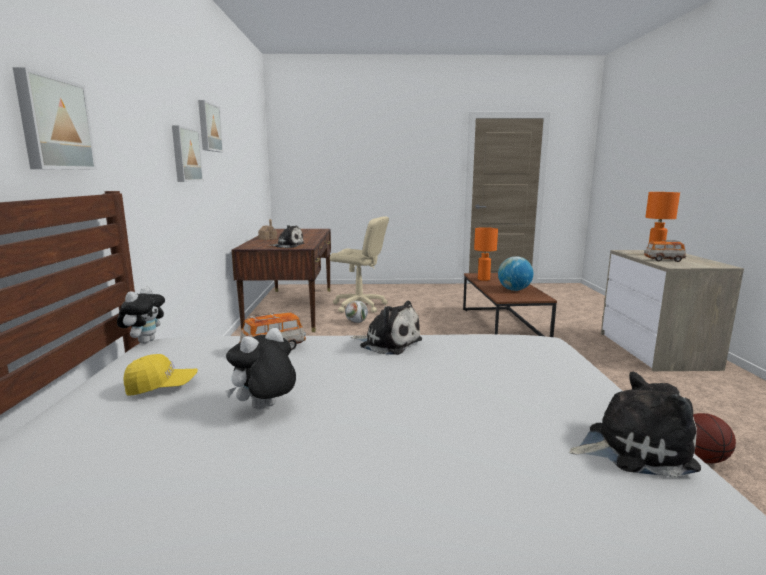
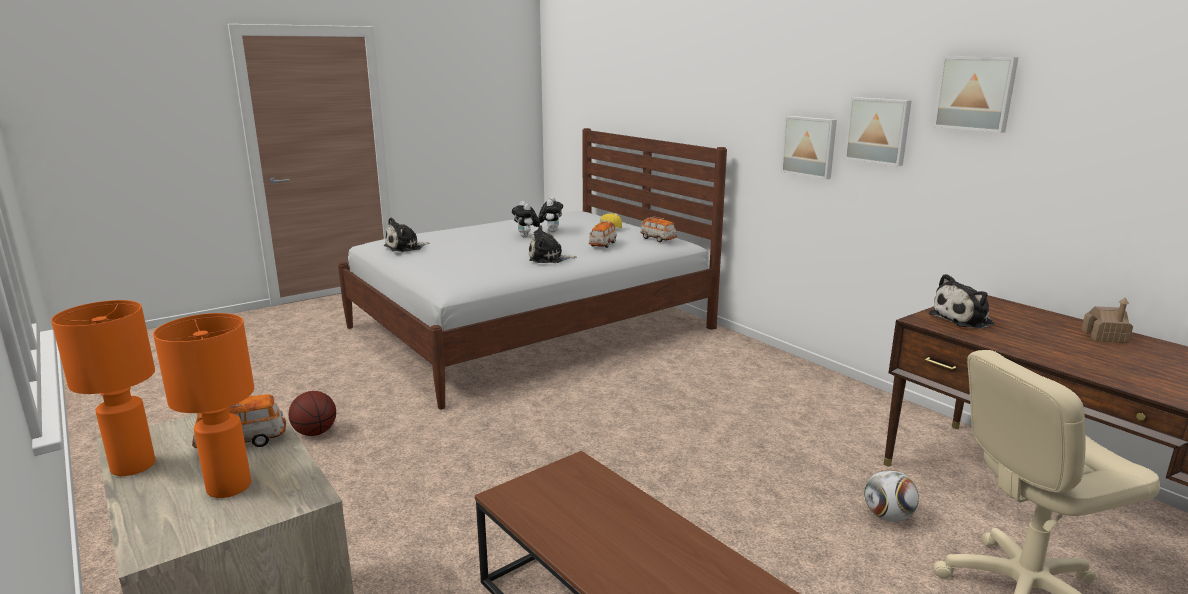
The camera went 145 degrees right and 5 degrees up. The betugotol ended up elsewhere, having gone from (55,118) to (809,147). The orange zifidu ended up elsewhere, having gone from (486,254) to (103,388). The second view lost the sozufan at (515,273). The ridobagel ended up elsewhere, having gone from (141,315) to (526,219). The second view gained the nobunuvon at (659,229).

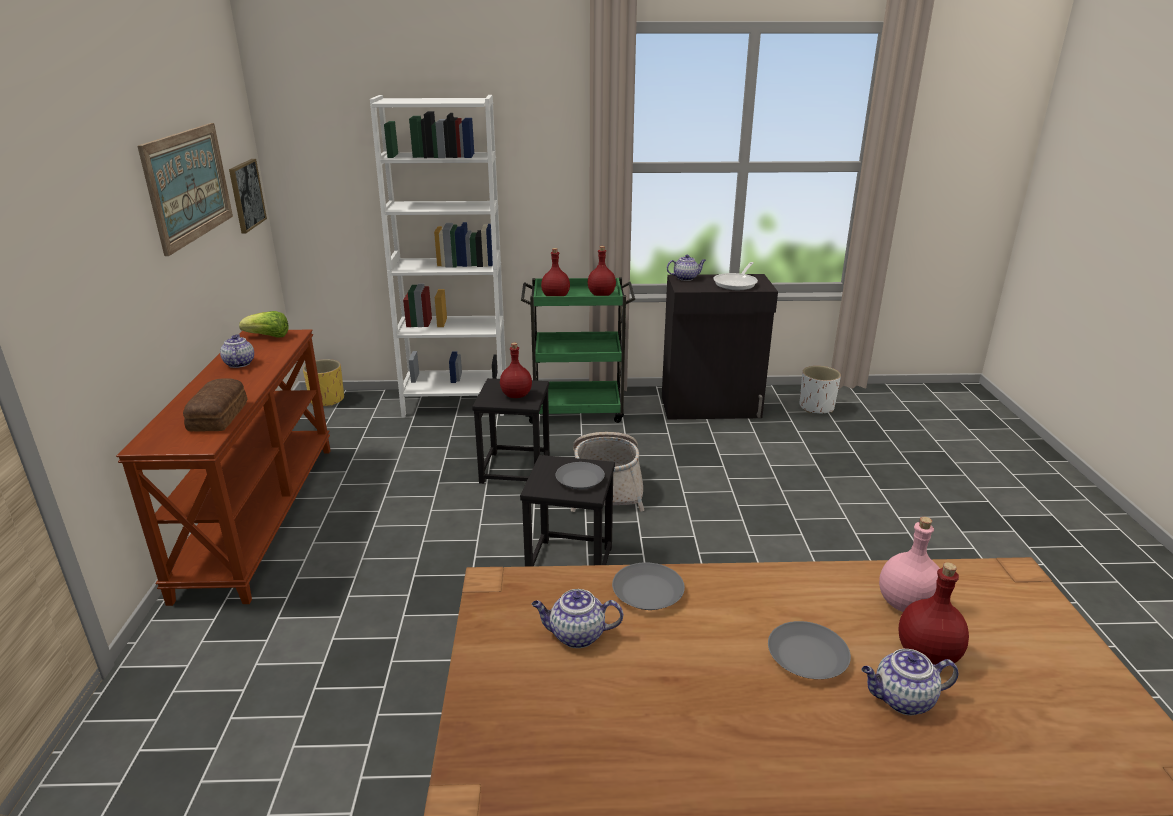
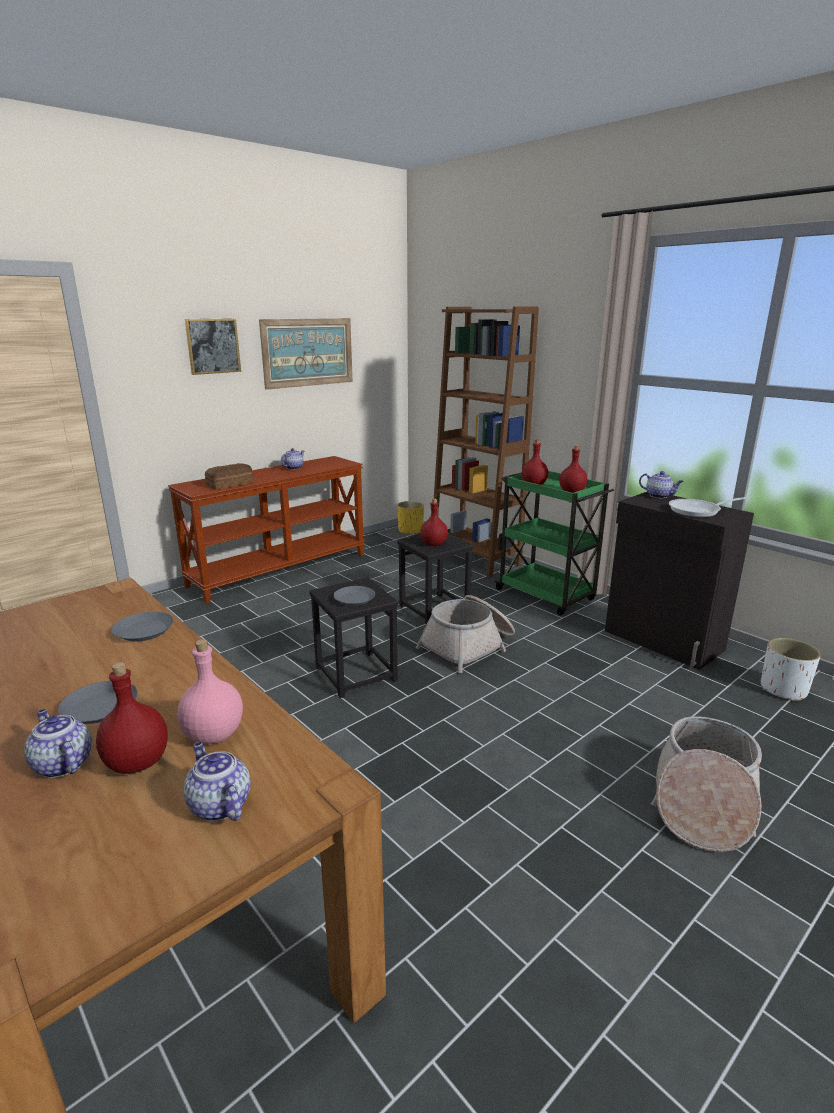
The camera went 50 degrees right and 5 degrees down. What was the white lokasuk at (438,256) turned into the brown lokasuk at (486,442). The betugotol ended up elsewhere, having gone from (248,196) to (213,346). The second view lost the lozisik at (264,324). The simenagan ended up elsewhere, having gone from (577,618) to (217,781). The second view gained the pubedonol at (706,784).

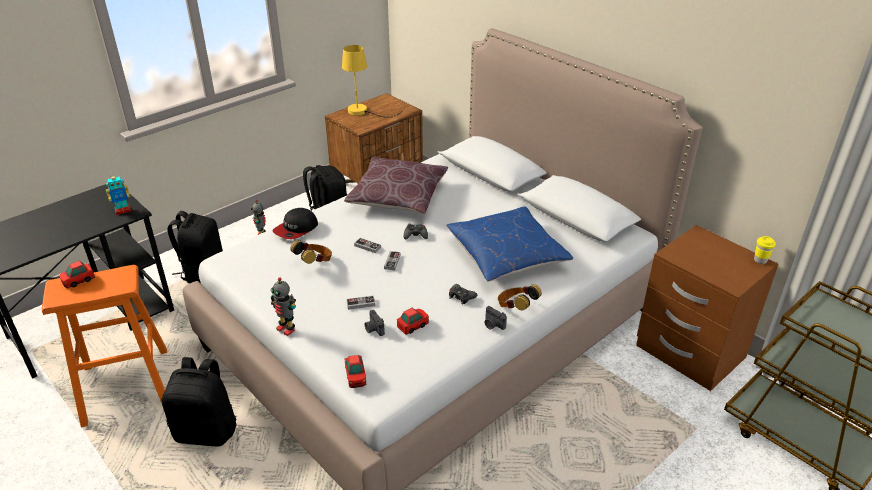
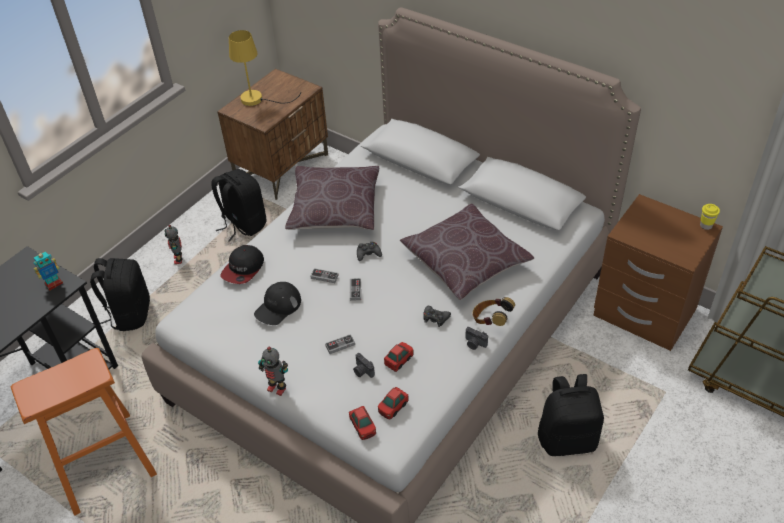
The camera went 10 degrees left and 10 degrees up. What was the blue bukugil at (509,244) turned into the brown bukugil at (467,252). Where the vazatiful stood at (311,252), the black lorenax came to stand at (277,303). The nobunuvon ended up elsewhere, having gone from (77,274) to (393,403). The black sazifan ended up elsewhere, having gone from (199,401) to (571,415).

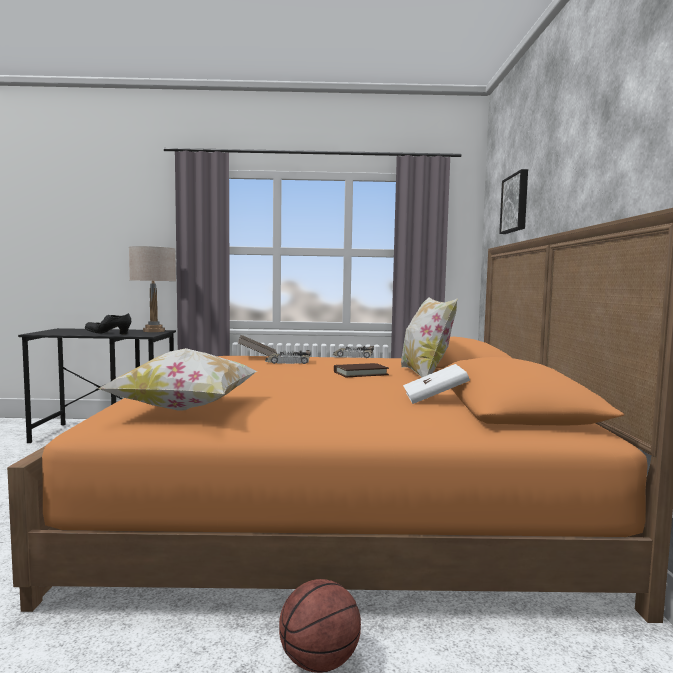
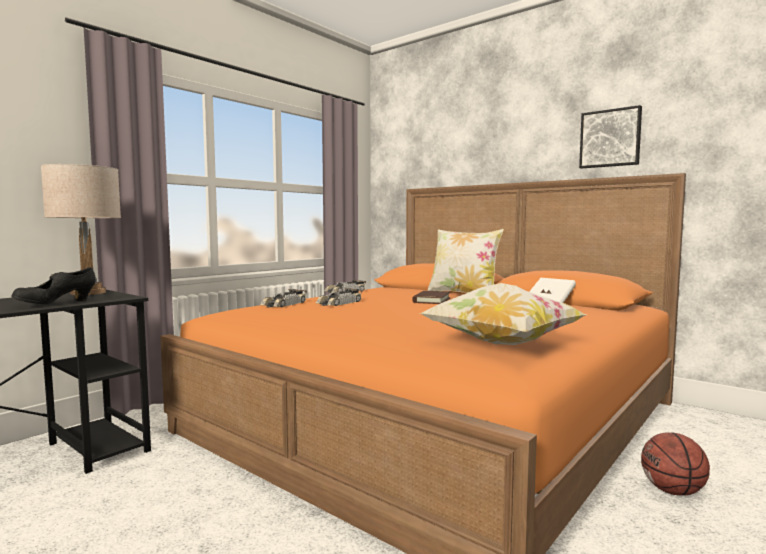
The camera went 50 degrees left and 0 degrees up. The betugotol ended up elsewhere, having gone from (513,201) to (610,137). Where the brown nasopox stood at (257,346), the nobunuvon came to stand at (284,298).

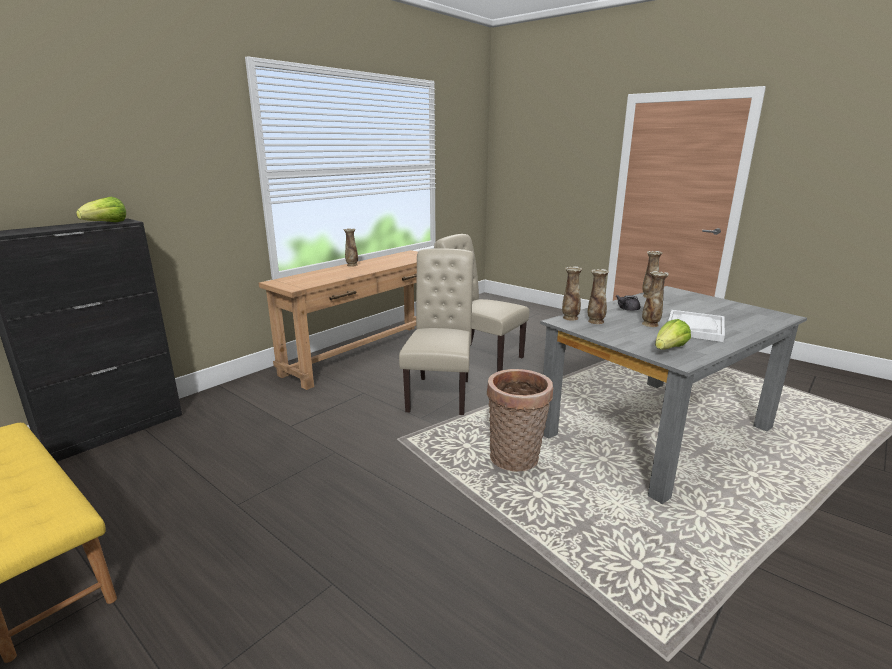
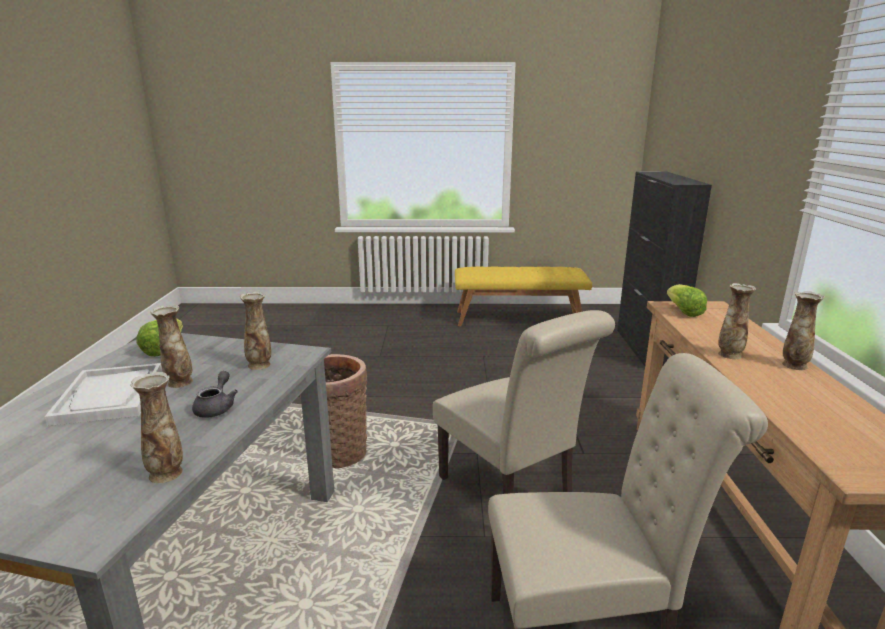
The camera went 140 degrees right and 0 degrees up. The lozisik ended up elsewhere, having gone from (101,209) to (687,300). The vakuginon ended up elsewhere, having gone from (572,293) to (737,321).

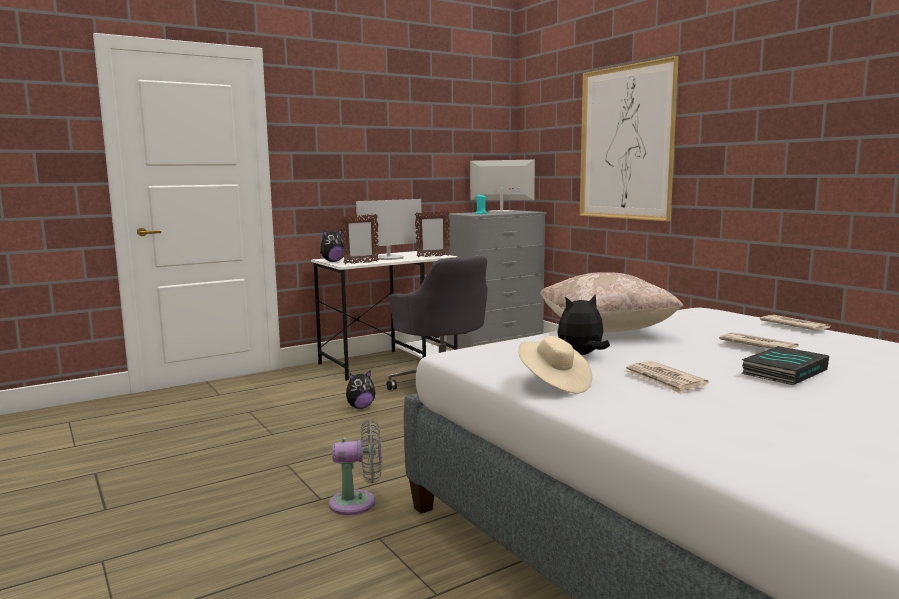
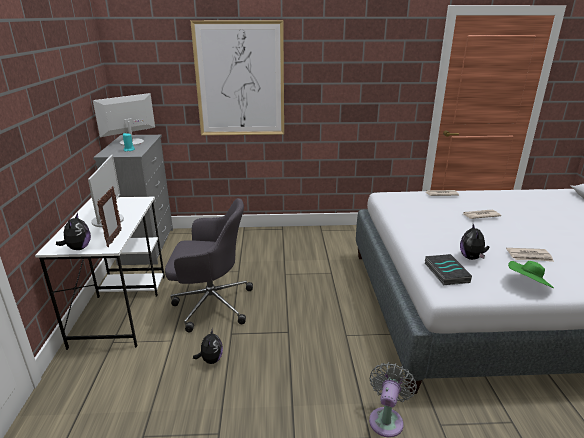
The camera went 60 degrees left and 15 degrees up. The second view lost the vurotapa at (432,234). The second view lost the beige bukugil at (612,302). What was the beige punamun at (555,364) turned into the green punamun at (531,274). The nasopox ended up elsewhere, having gone from (785,365) to (448,269).

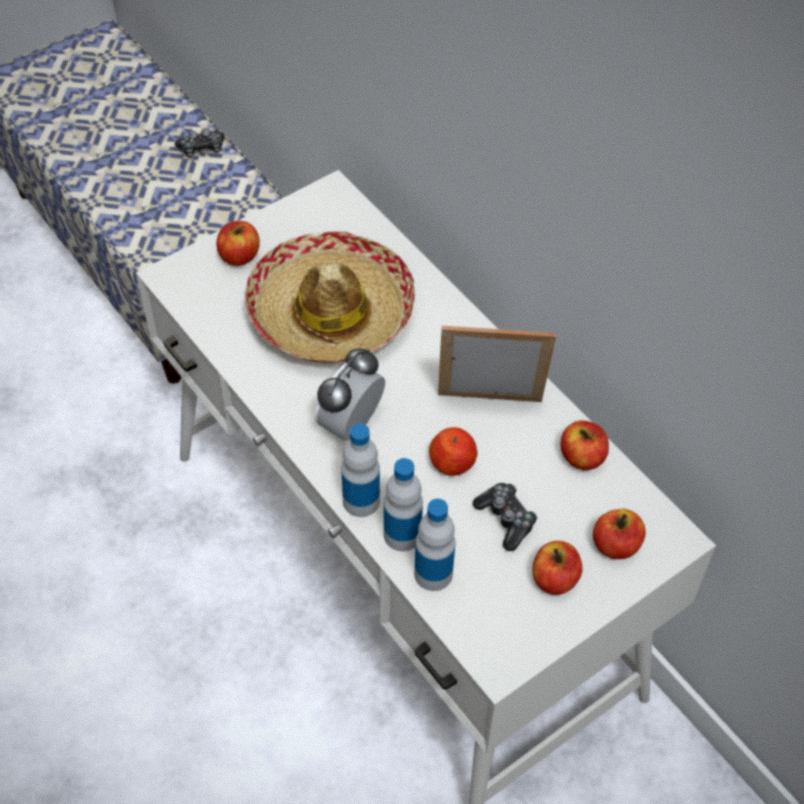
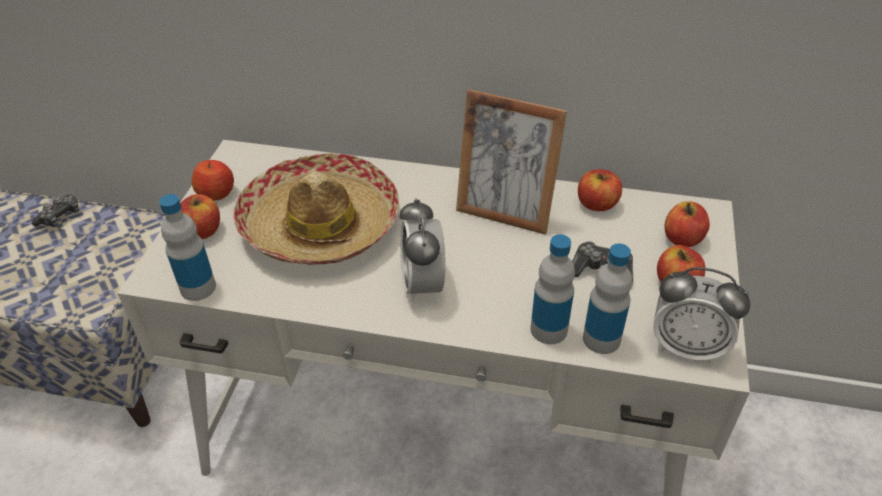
The camera went 40 degrees left and 10 degrees down. The vurotapa at (497,364) ended up facing another way, 120 degrees counterclockwise from before. The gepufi ended up elsewhere, having gone from (360,470) to (187,247). The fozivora ended up elsewhere, having gone from (453,451) to (212,180). The second view gained the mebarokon at (701,315).

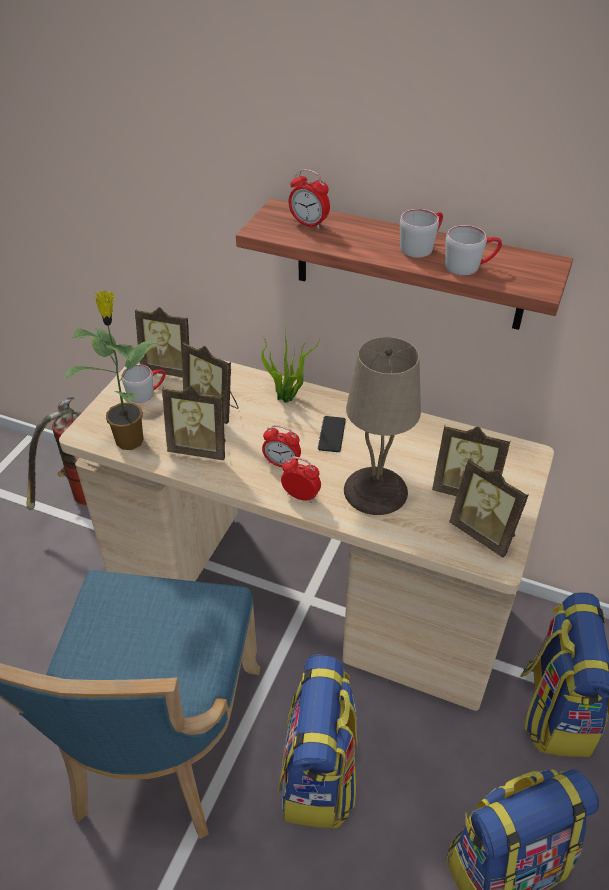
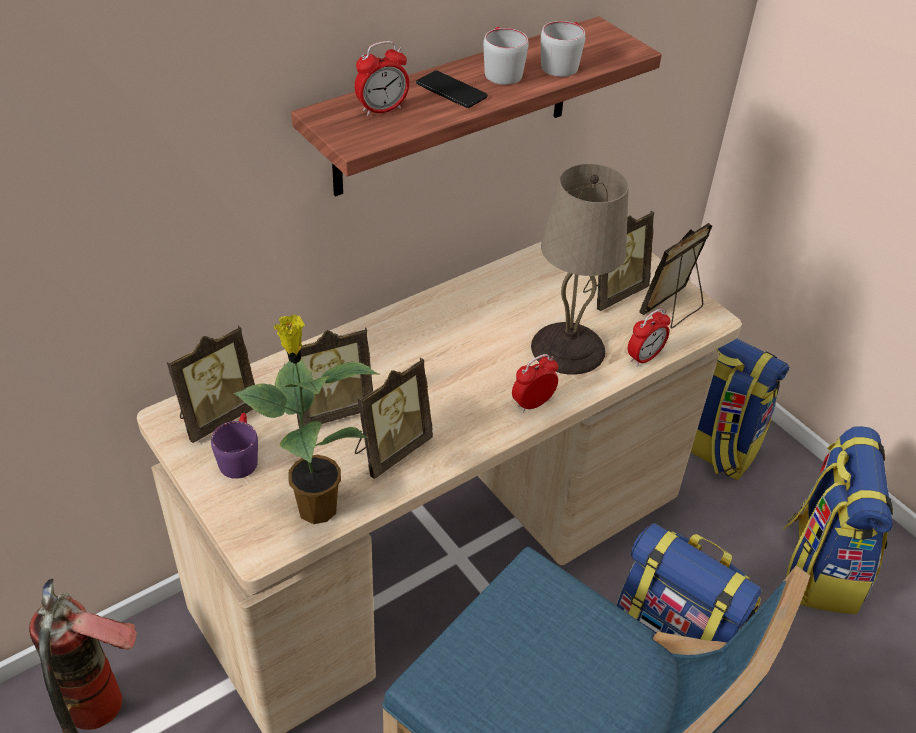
The camera went 60 degrees left and 0 degrees up. The second view lost the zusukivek at (290,364). What was the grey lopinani at (143,384) turned into the purple lopinani at (234,446). The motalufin ended up elsewhere, having gone from (332,434) to (452,89). The mebarokon ended up elsewhere, having gone from (281,446) to (649,337). The vurotapa at (489,508) ended up facing another way, 150 degrees clockwise from before.

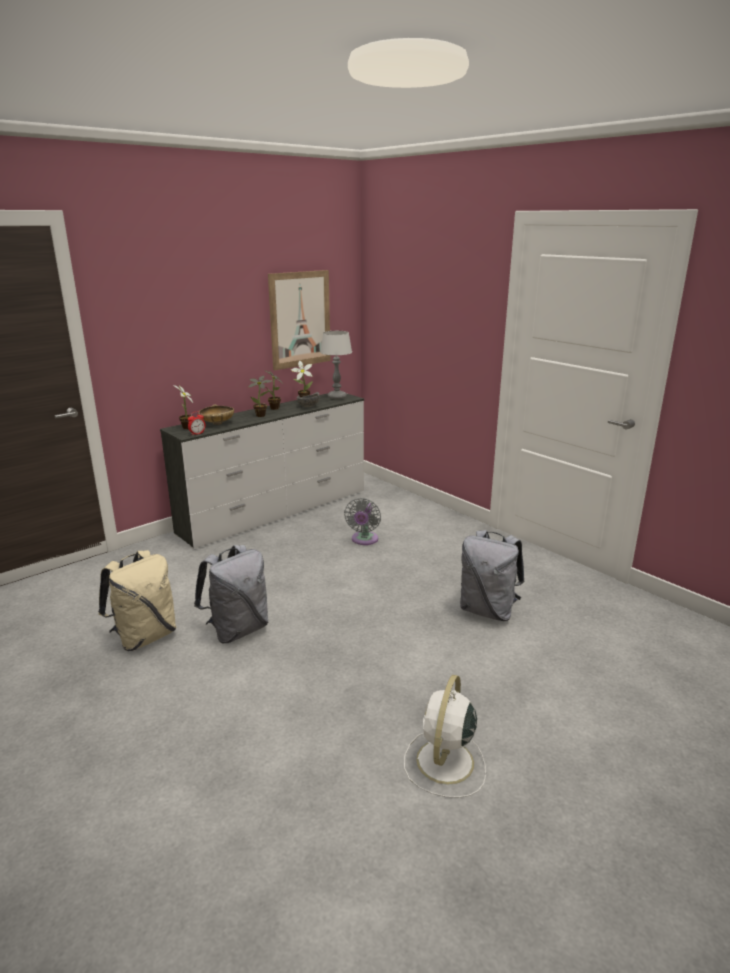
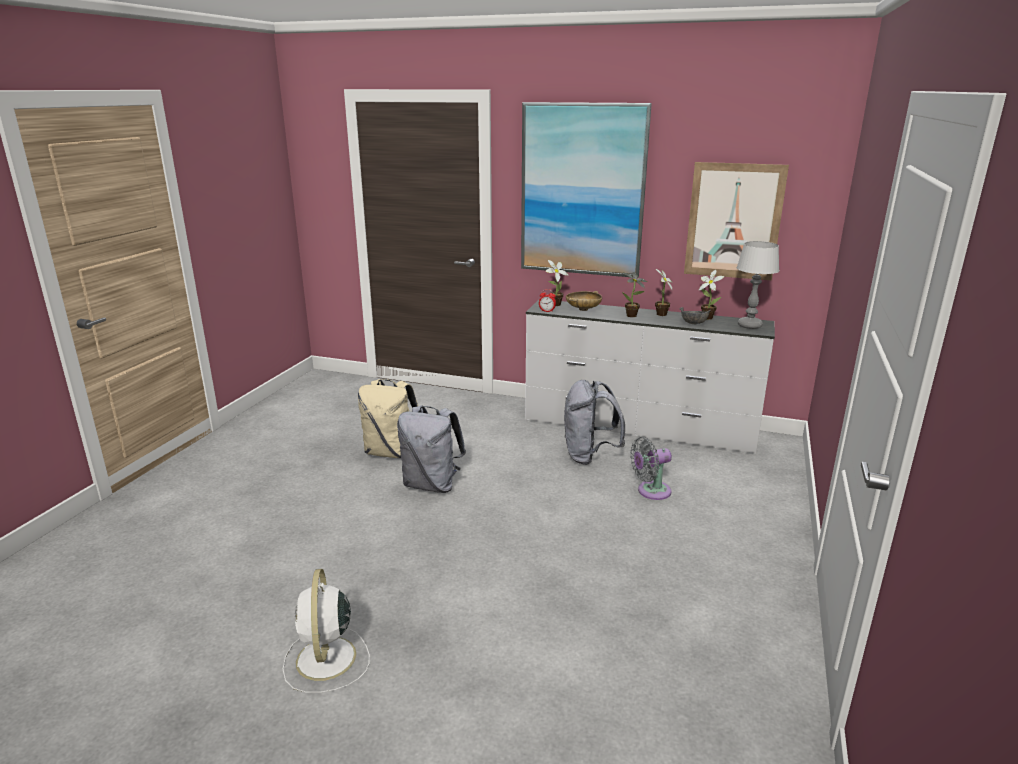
The camera went 60 degrees right and 0 degrees up. The grey sazifan ended up elsewhere, having gone from (492,575) to (594,422). The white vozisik at (445,736) ended up facing another way, 90 degrees counterclockwise from before. The second view gained the betugotol at (586,189).

